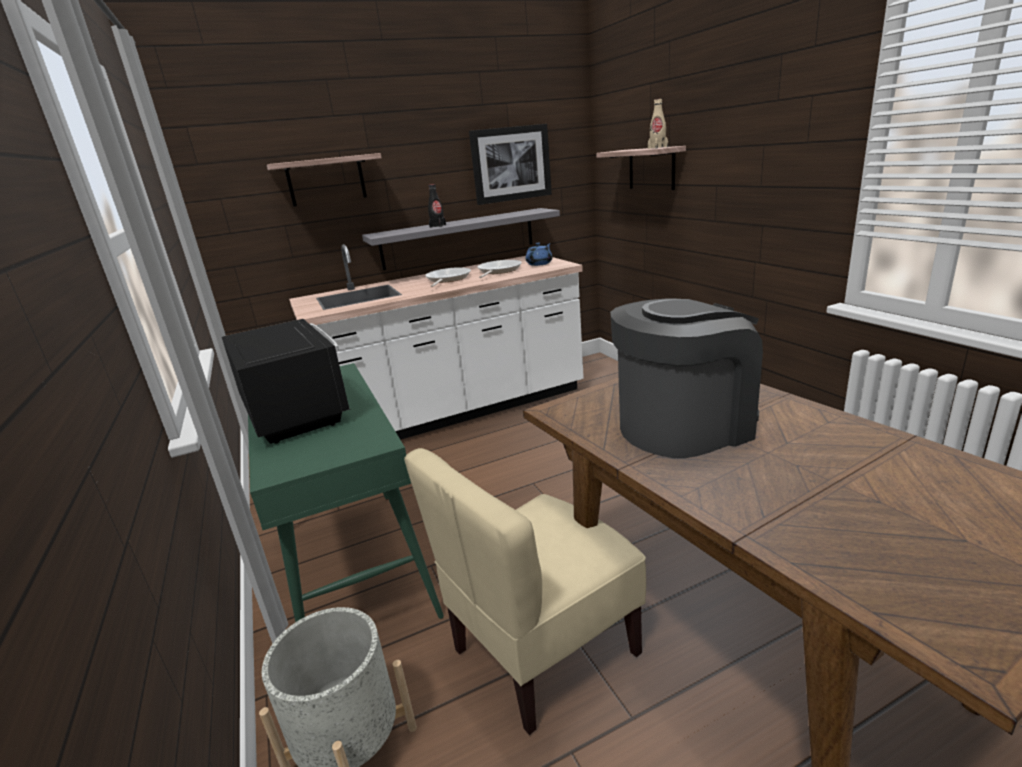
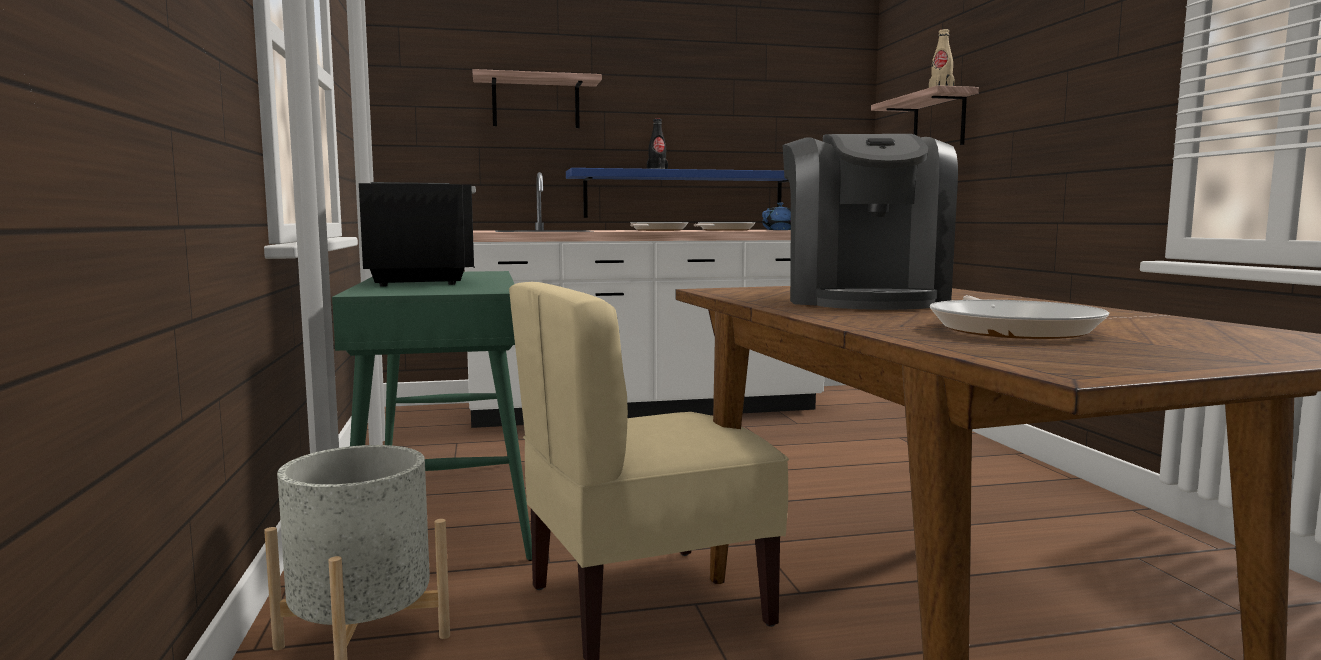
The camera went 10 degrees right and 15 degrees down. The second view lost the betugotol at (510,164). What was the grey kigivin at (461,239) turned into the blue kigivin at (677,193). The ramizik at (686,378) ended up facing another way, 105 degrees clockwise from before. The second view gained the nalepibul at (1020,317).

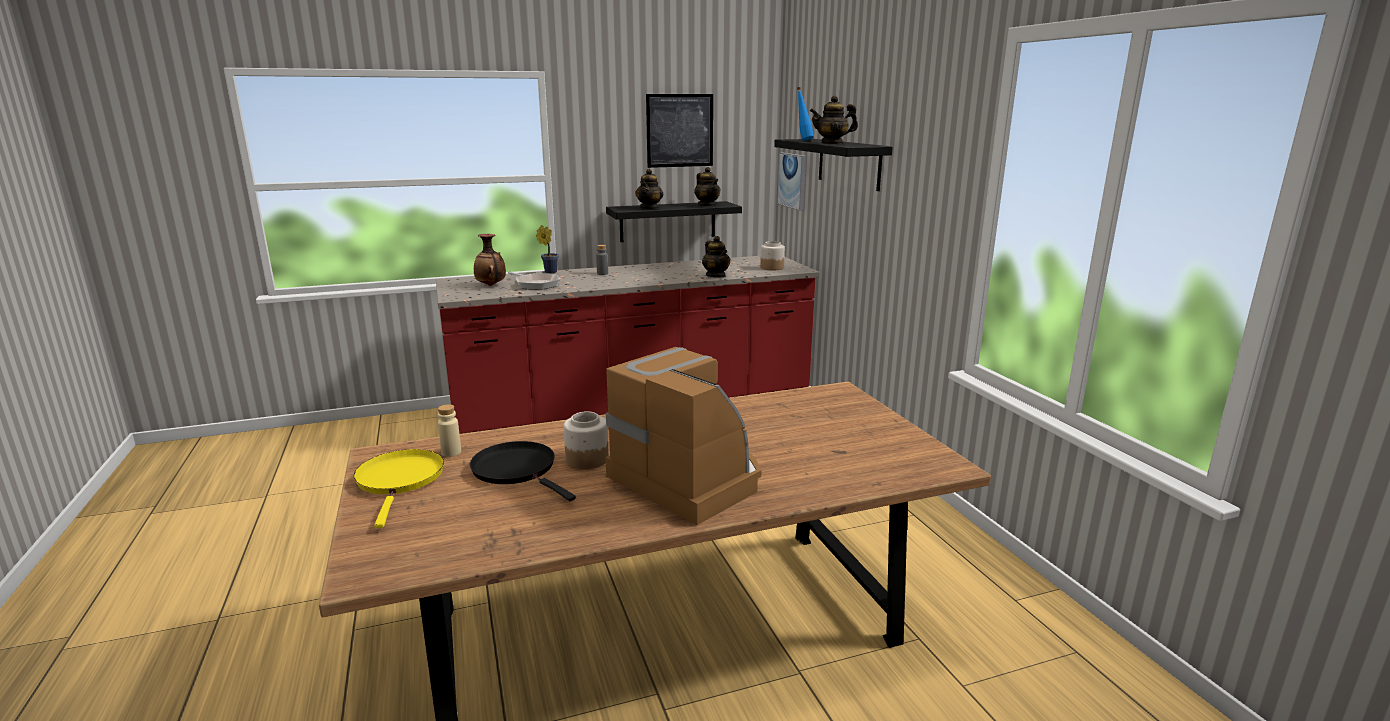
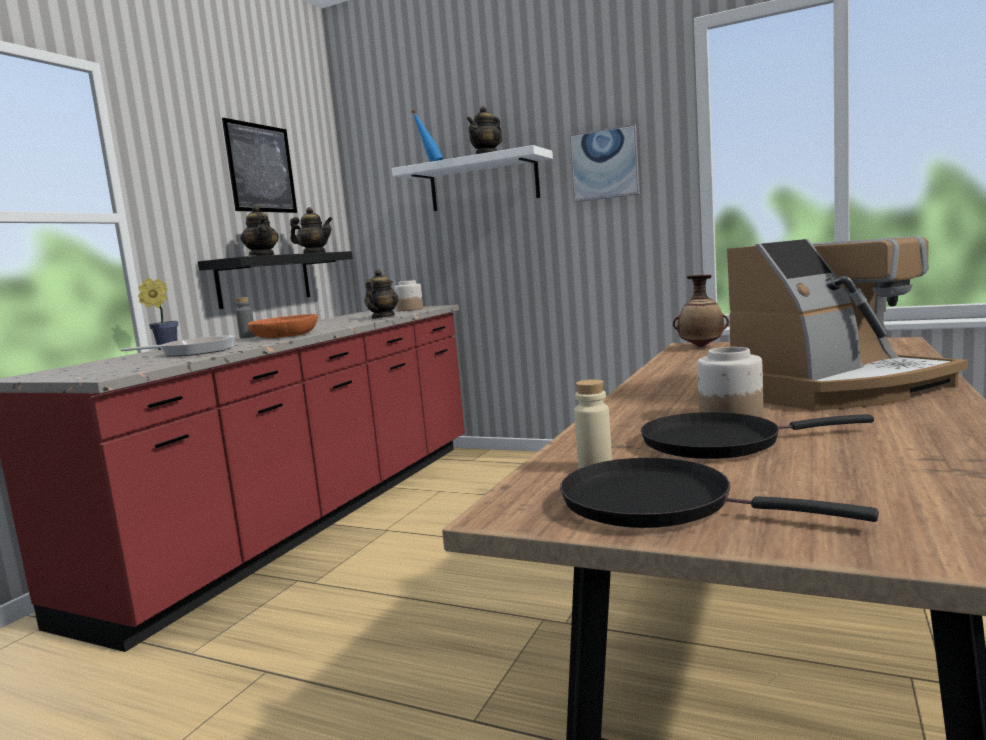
The camera went 45 degrees left and 10 degrees down. What was the black kigivin at (833,165) turned into the white kigivin at (472,178). The betugotol ended up elsewhere, having gone from (791,181) to (604,163). The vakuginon ended up elsewhere, having gone from (490,260) to (701,311). The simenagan at (716,257) ended up facing another way, 90 degrees counterclockwise from before. The ramizik at (683,436) ended up facing another way, 150 degrees clockwise from before. What was the yellow nalepibul at (398,488) turned into the black nalepibul at (719,493). The second view gained the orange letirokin at (282,326).

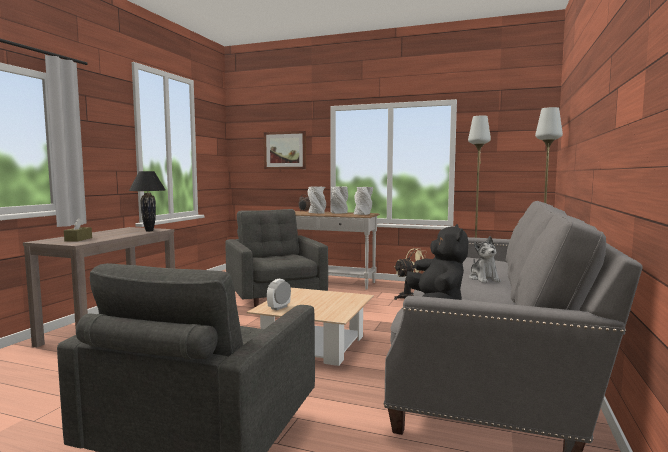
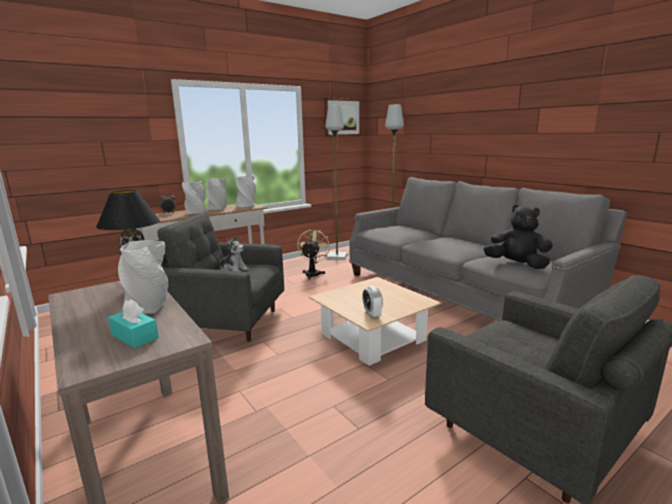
The camera went 55 degrees left and 10 degrees up. The betugotol ended up elsewhere, having gone from (285,150) to (343,117). What was the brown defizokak at (78,230) turned into the turquoise defizokak at (133,323). The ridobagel ended up elsewhere, having gone from (485,259) to (233,253). The second view gained the grey vakuginon at (143,277).

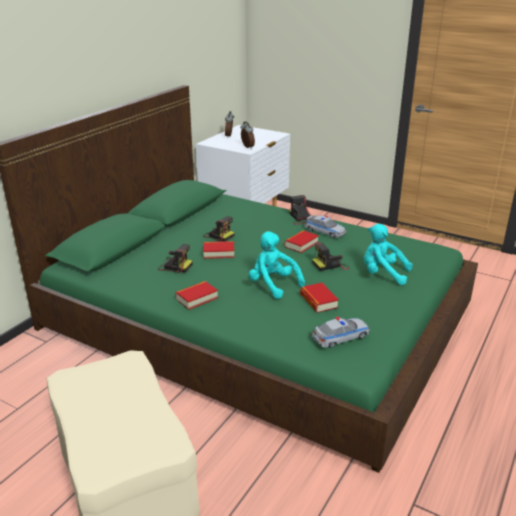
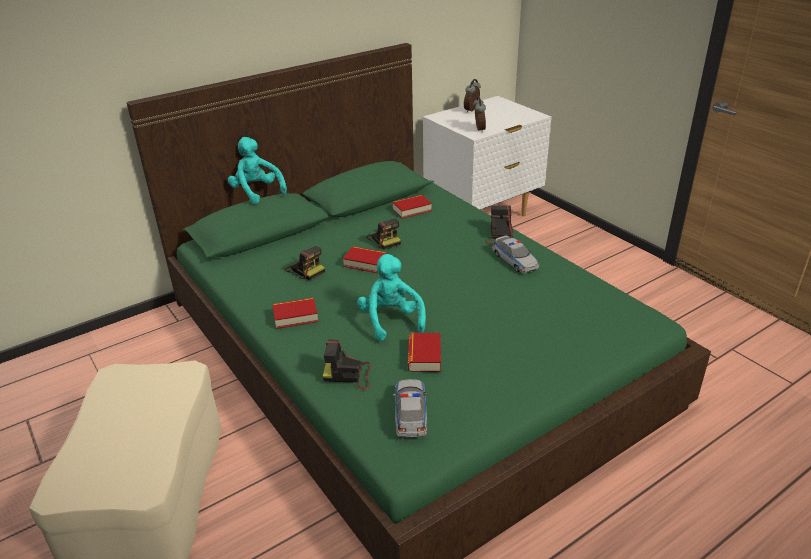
The camera went 25 degrees right and 5 degrees up. The turquoise ridobagel ended up elsewhere, having gone from (388,254) to (257,170). The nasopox ended up elsewhere, having gone from (301,241) to (412,207). The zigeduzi ended up elsewhere, having gone from (330,256) to (346,364). The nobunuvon at (340,332) ended up facing another way, 90 degrees counterclockwise from before.

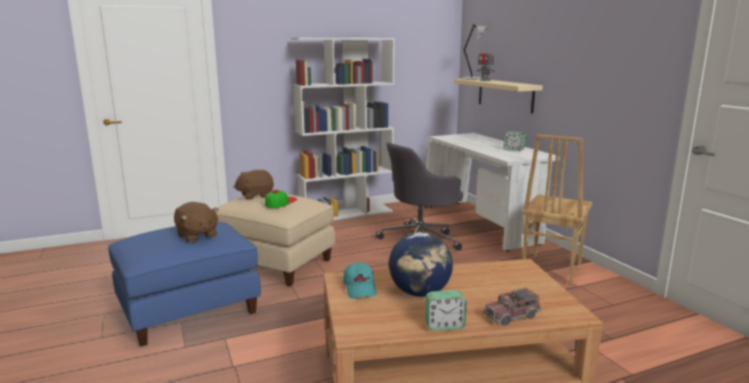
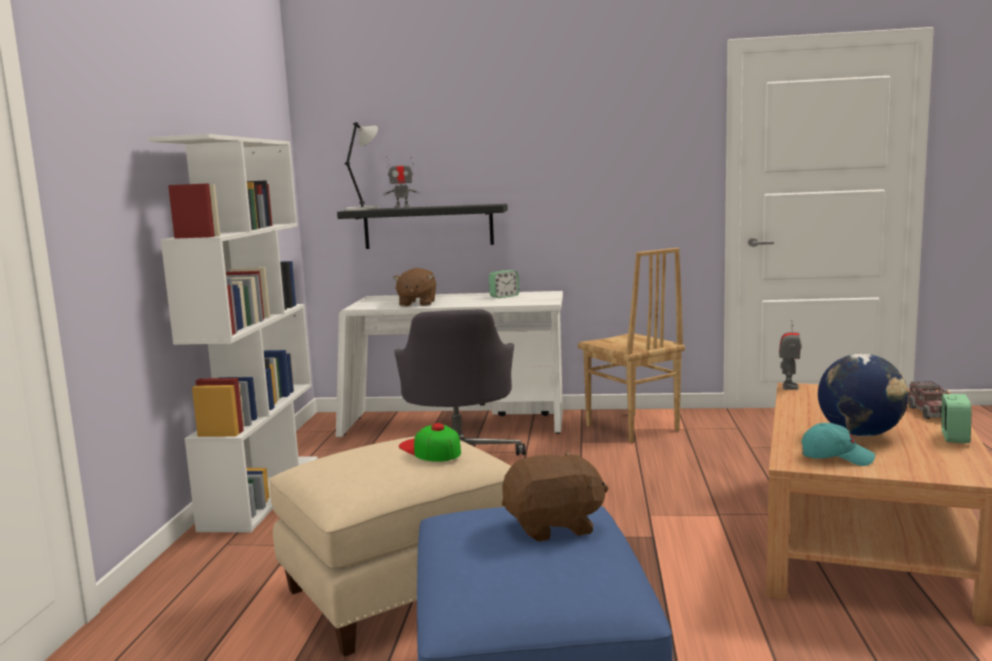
The camera went 60 degrees left and 5 degrees down. What was the beige kigivin at (498,96) turned into the black kigivin at (422,226). The brown ridobagel ended up elsewhere, having gone from (254,185) to (414,287). The second view gained the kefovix at (790,355).

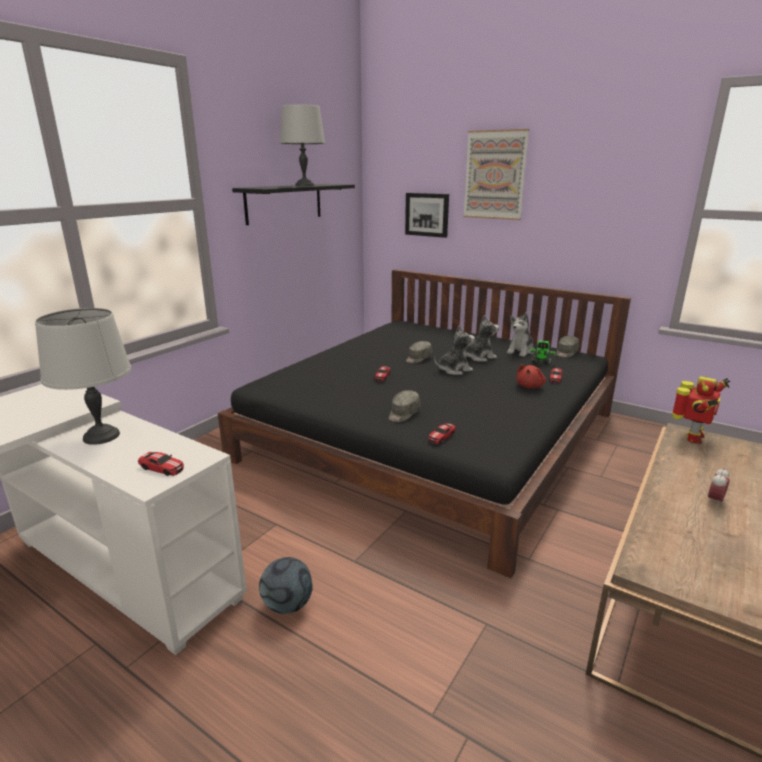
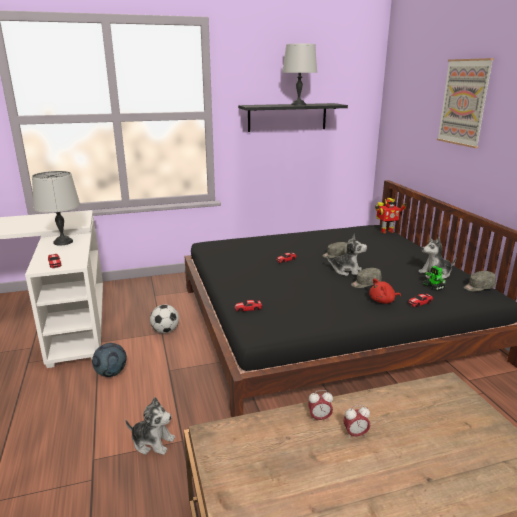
The camera went 40 degrees right and 0 degrees up. The second view lost the betugotol at (427,215). The ridobagel ended up elsewhere, having gone from (482,338) to (150,426). The kefovix ended up elsewhere, having gone from (701,410) to (391,216). The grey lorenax ended up elsewhere, having gone from (404,406) to (366,278). The second view gained the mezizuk at (164,318). The second view gained the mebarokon at (320,406).

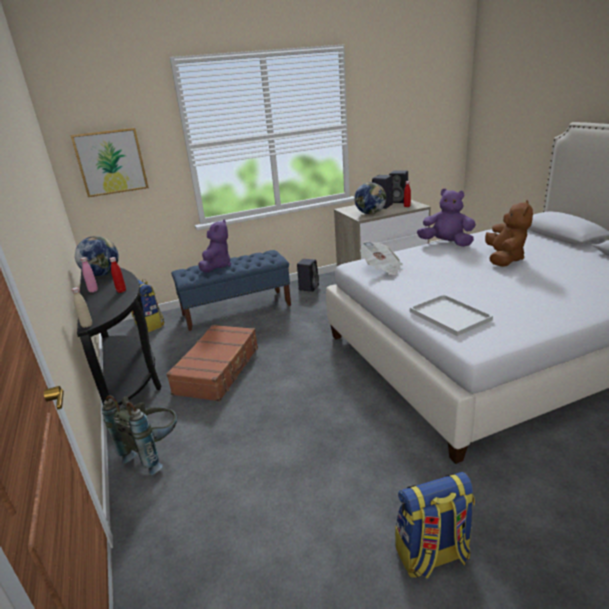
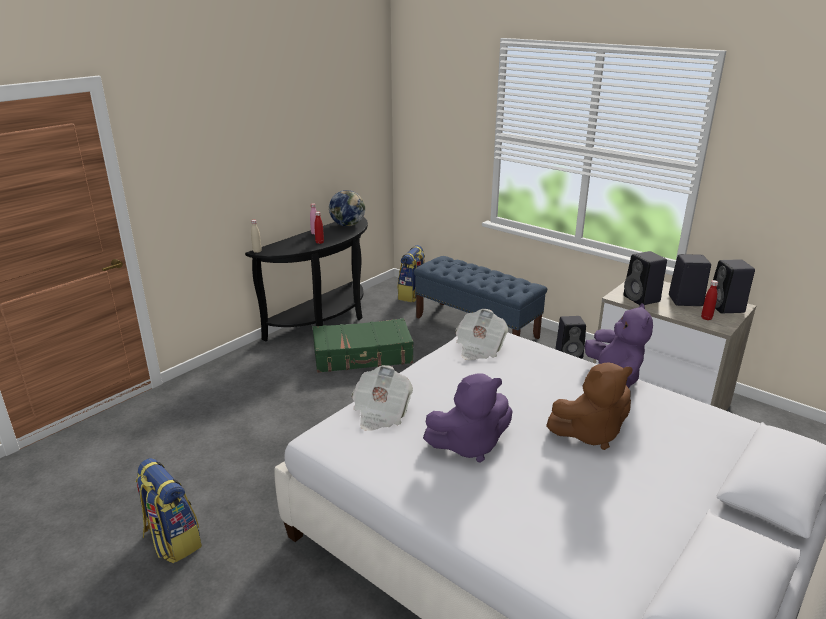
The camera went 60 degrees right and 0 degrees up. The second view lost the betugotol at (109,162). Where the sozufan stood at (370,198), the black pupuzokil came to stand at (645,278). The purple ridobagel ended up elsewhere, having gone from (215,245) to (468,418). Where the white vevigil stood at (451,315), the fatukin came to stand at (382,398). What was the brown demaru at (212,363) turned into the green demaru at (363,345). The second view lost the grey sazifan at (139,435).

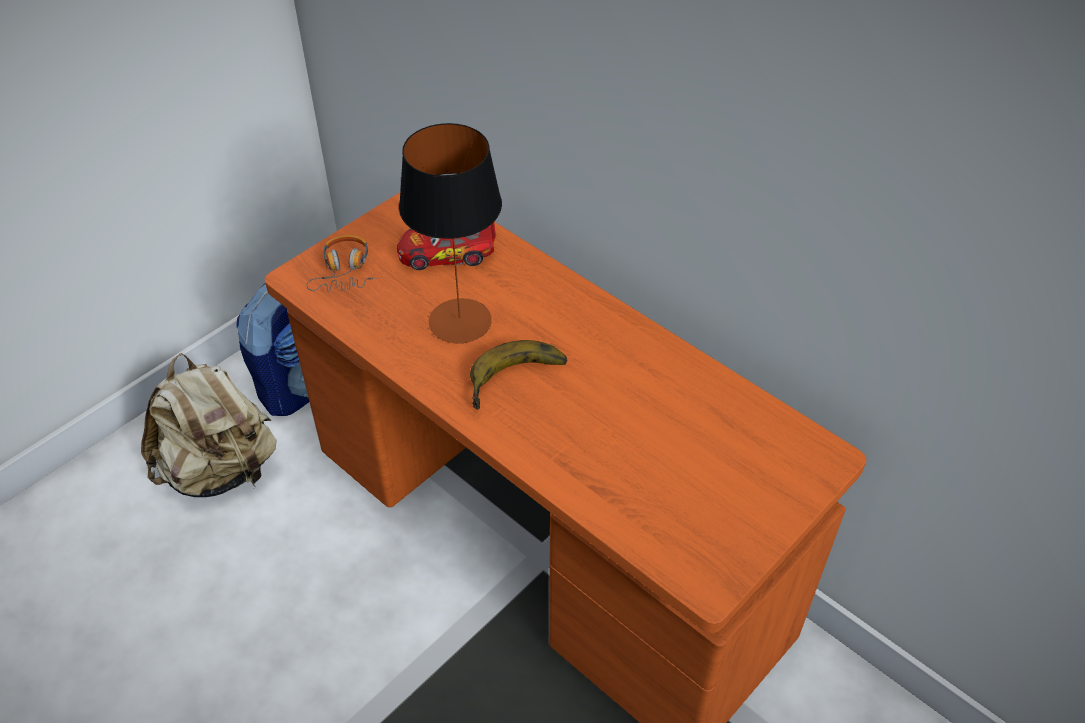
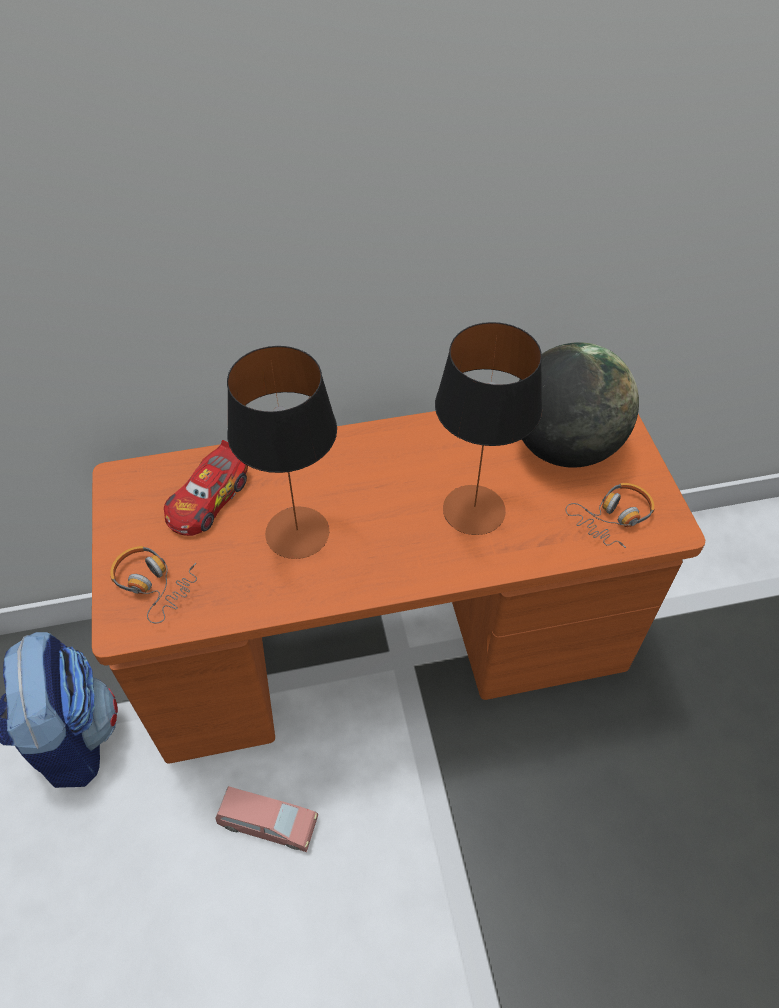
The camera went 55 degrees left and 5 degrees up. The second view lost the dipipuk at (519,375). The second view lost the beige sazifan at (208,425). The second view gained the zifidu at (488,428). The second view gained the sozufan at (579,405). The second view gained the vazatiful at (610,515). The second view gained the pink nobunuvon at (266,819).

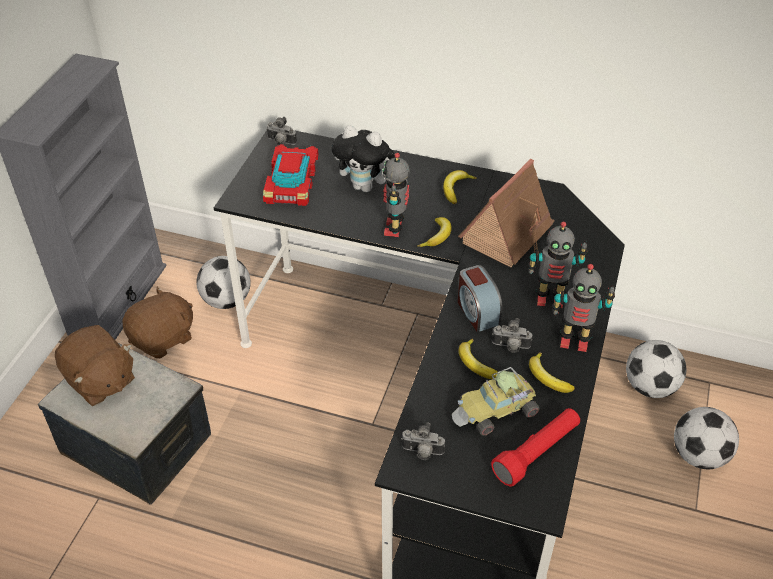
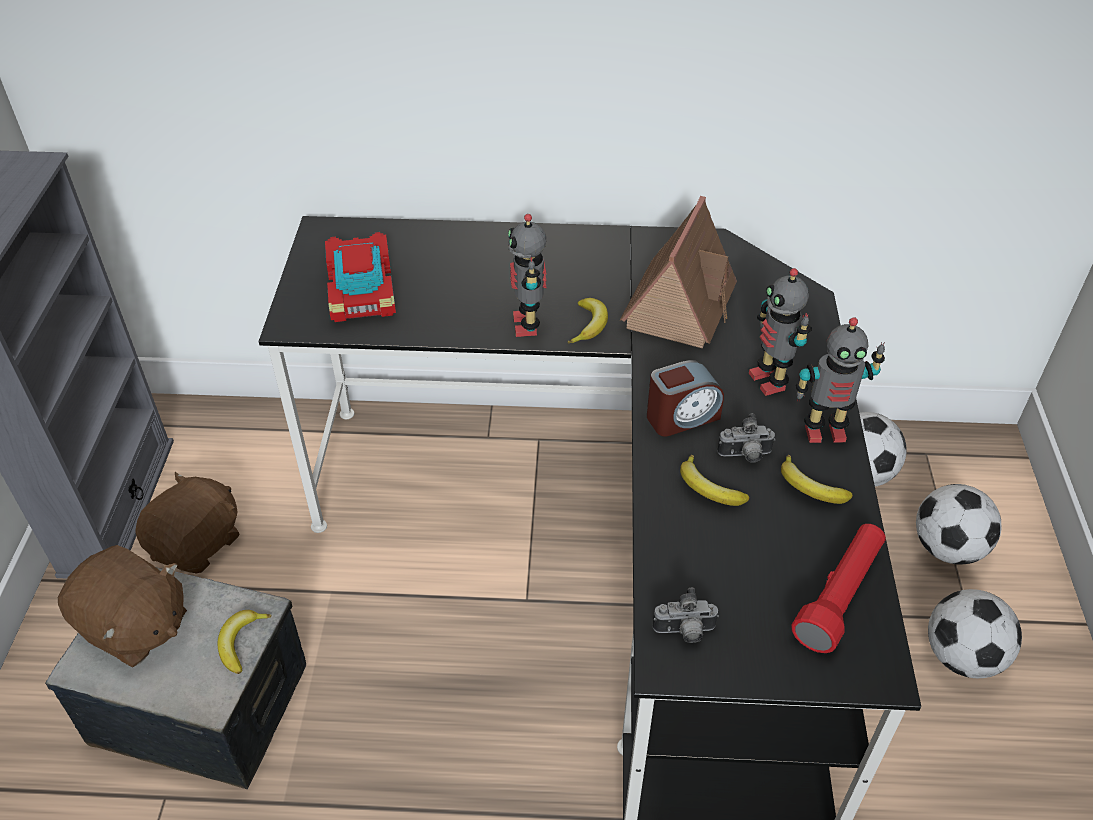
The camera went 15 degrees left and 0 degrees up. The second view lost the zigeduzi at (281,131). The second view lost the ridobagel at (363,158). The dipipuk ended up elsewhere, having gone from (460,187) to (244,642). The kefovix at (557,264) ended up facing another way, 75 degrees clockwise from before. The mezizuk ended up elsewhere, having gone from (224,282) to (975,633). The mebarokon at (480,298) ended up facing another way, 75 degrees counterclockwise from before. The second view lost the nobunuvon at (496,401).

